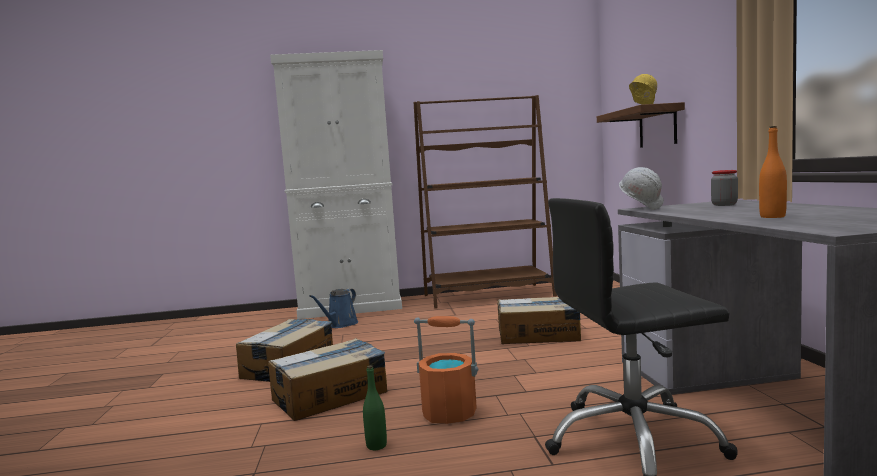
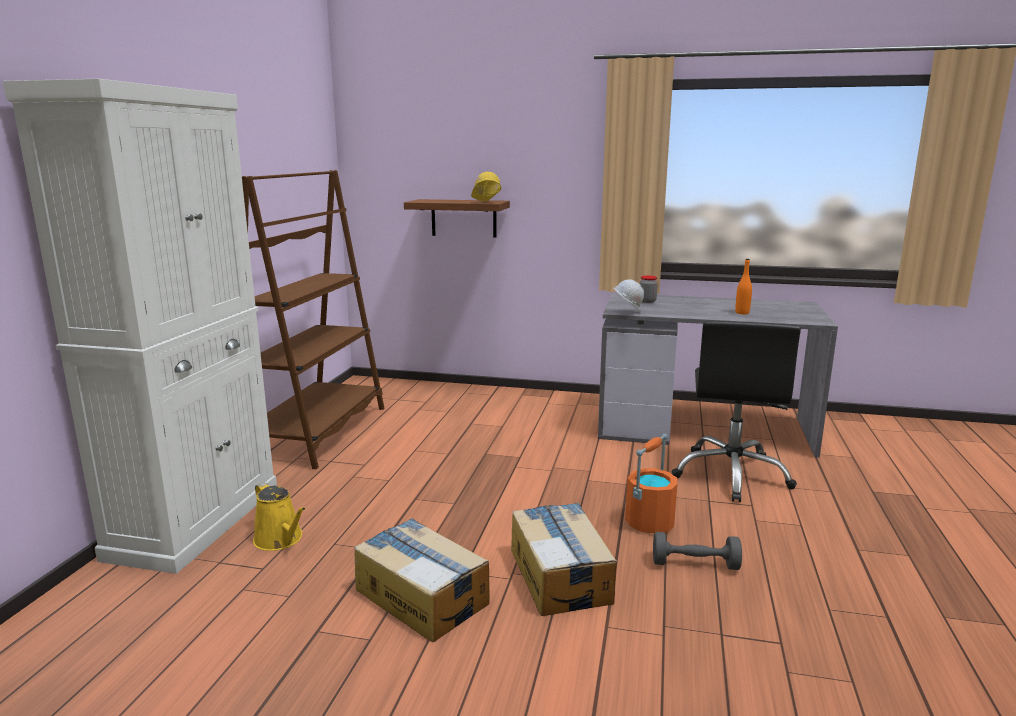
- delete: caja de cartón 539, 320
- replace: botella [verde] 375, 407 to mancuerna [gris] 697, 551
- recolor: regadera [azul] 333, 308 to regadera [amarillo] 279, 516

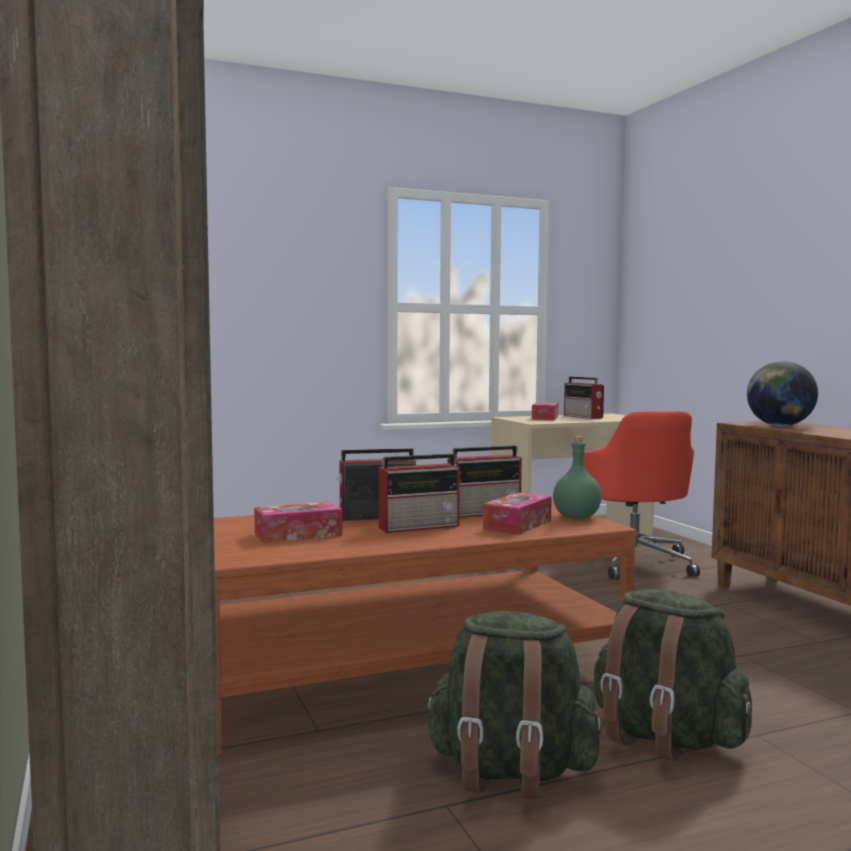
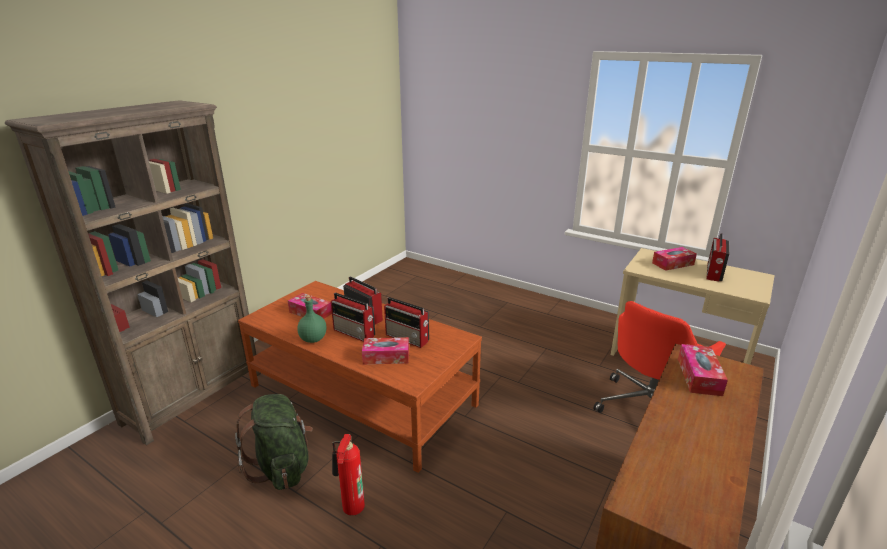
- move: botella [verde] 577, 477 to 311, 319
- replace: mochila [verde] 673, 675 to extintor 348, 475
- replace: globo terráqueo 782, 393 to caja de pañuelos 703, 370

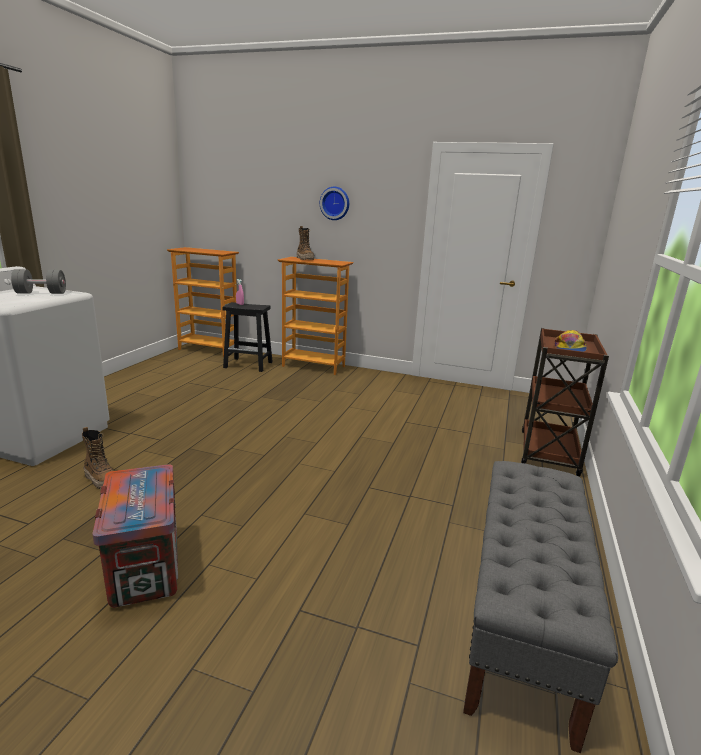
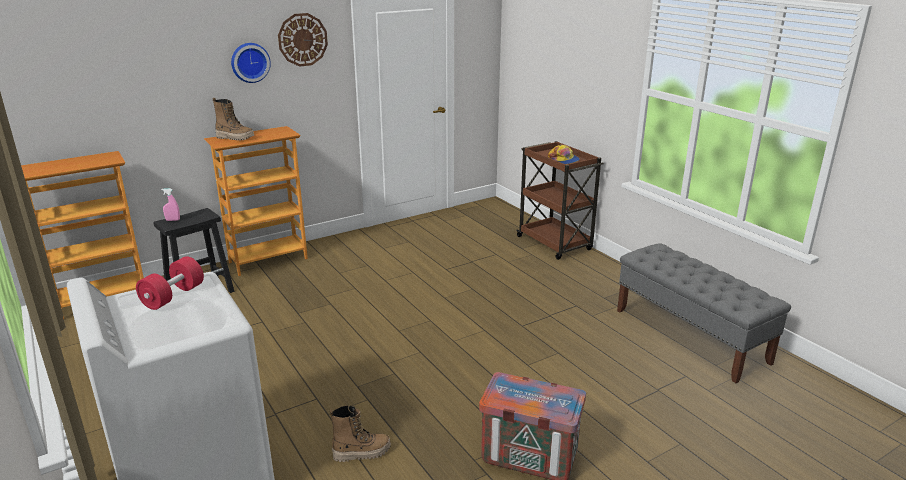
- insert: reloj de pared 303, 40
- recolor: mancuerna [gris] 38, 281 to mancuerna [rojo] 170, 283

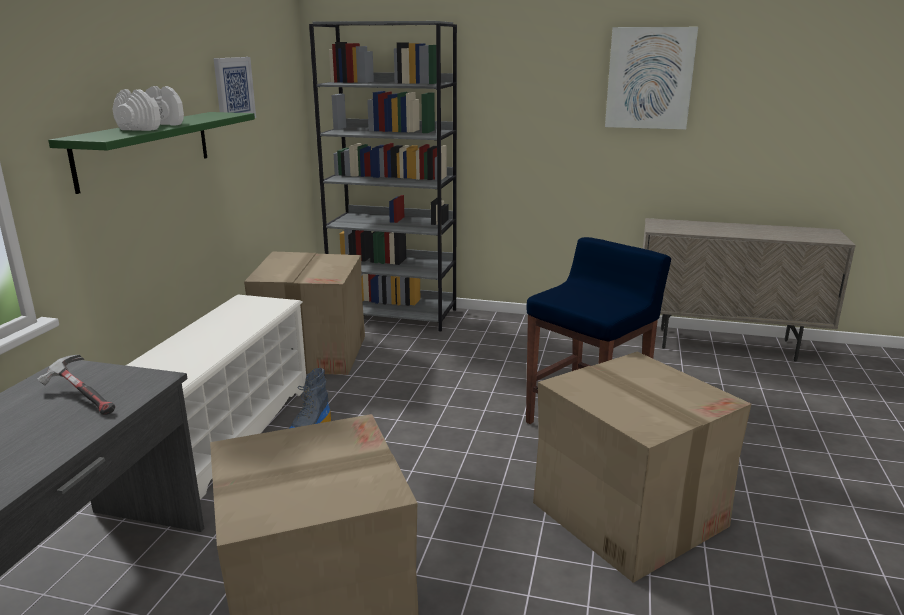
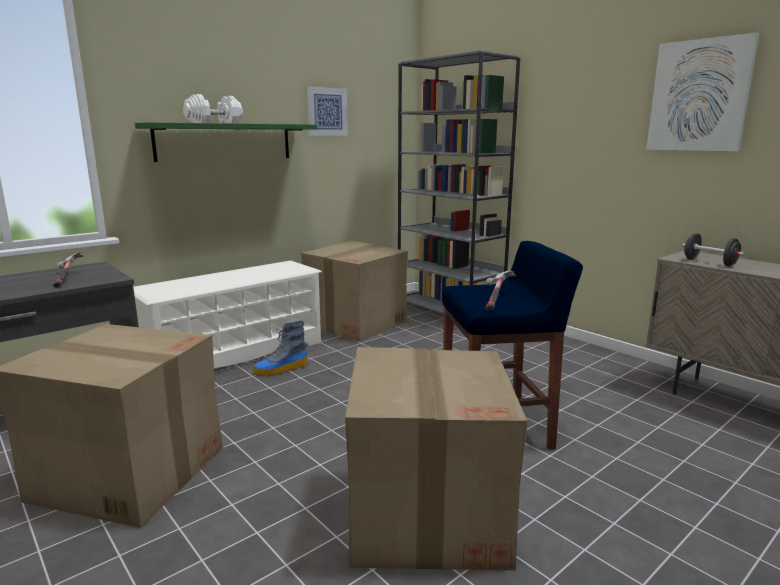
- insert: martillo 500, 291
- insert: mancuerna [negro] 713, 250

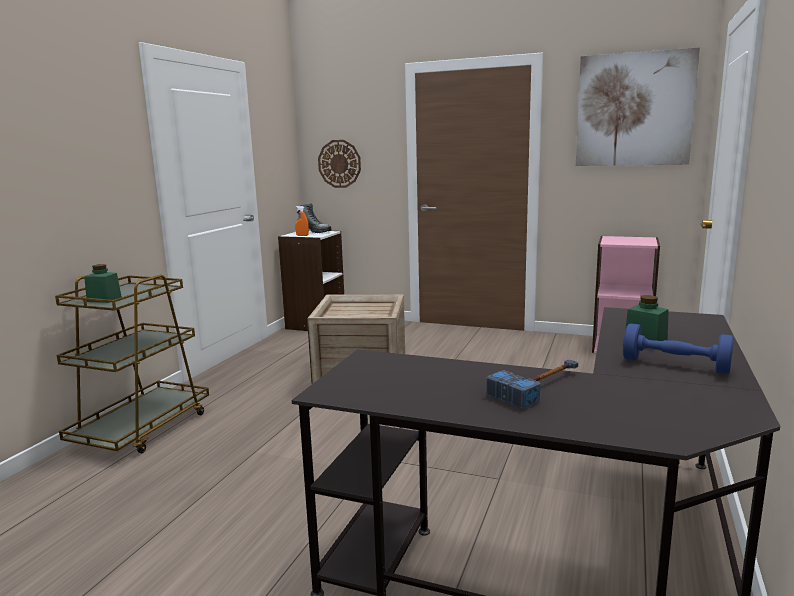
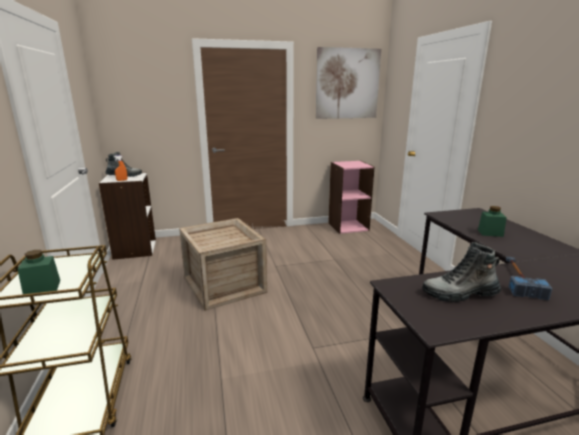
- delete: reloj de pared 339, 164
- delete: mancuerna [azul] 678, 348
- insert: bota 462, 272

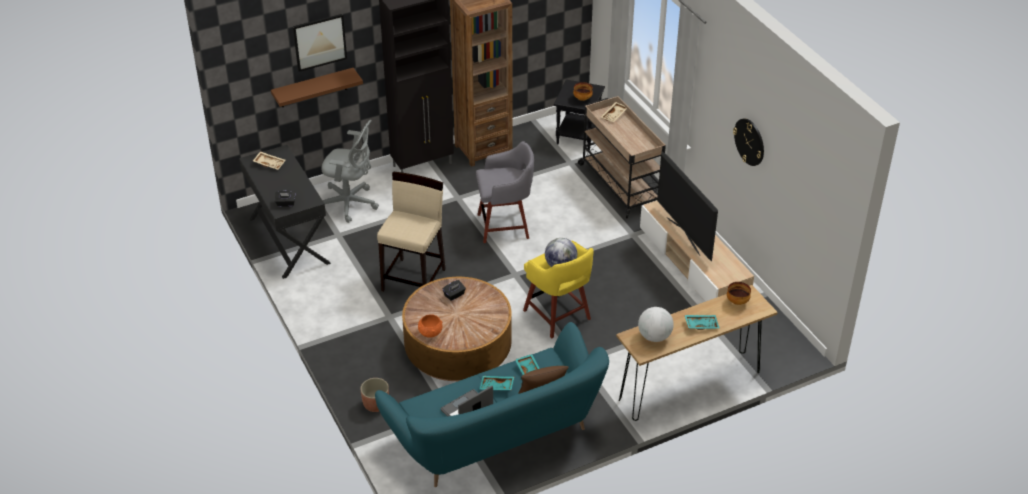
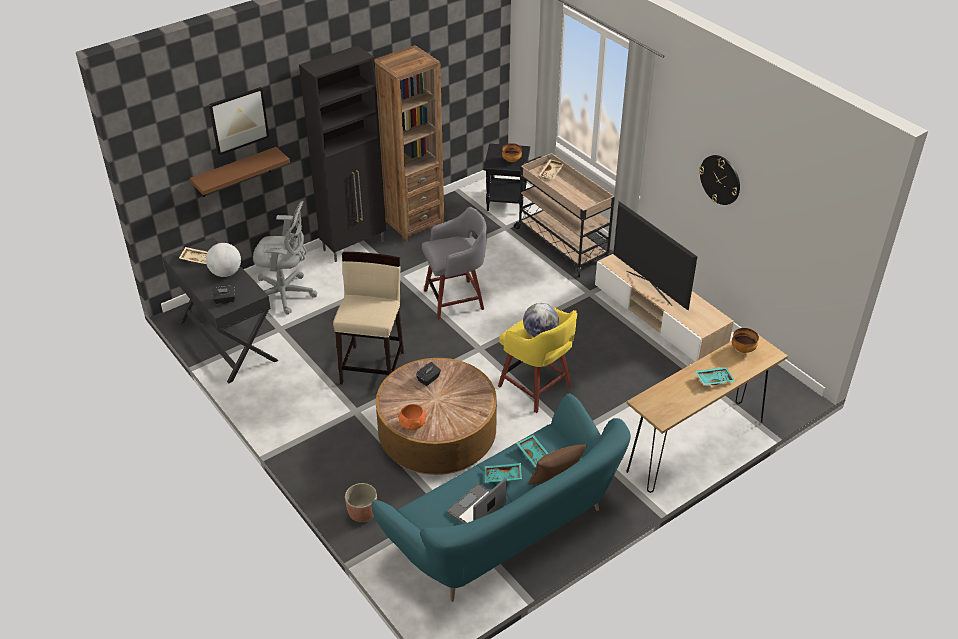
- move: globo terráqueo 656, 324 to 223, 260

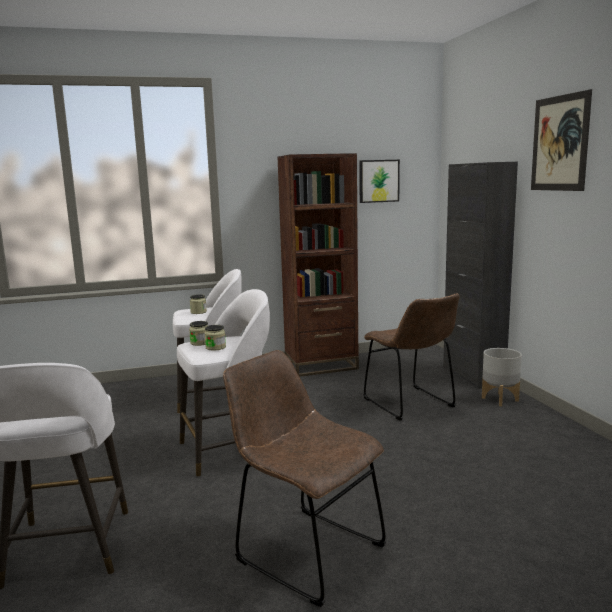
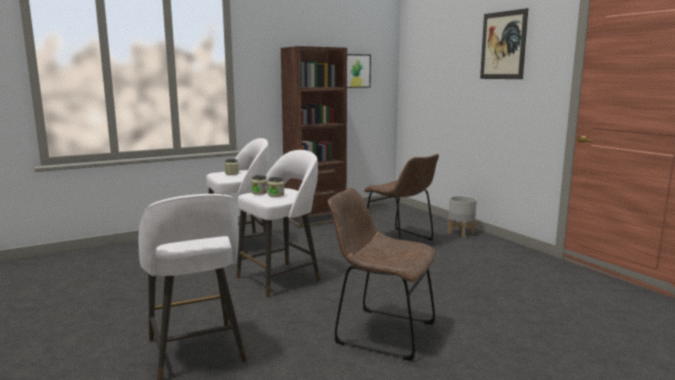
- delete: armario [negro] 480, 275

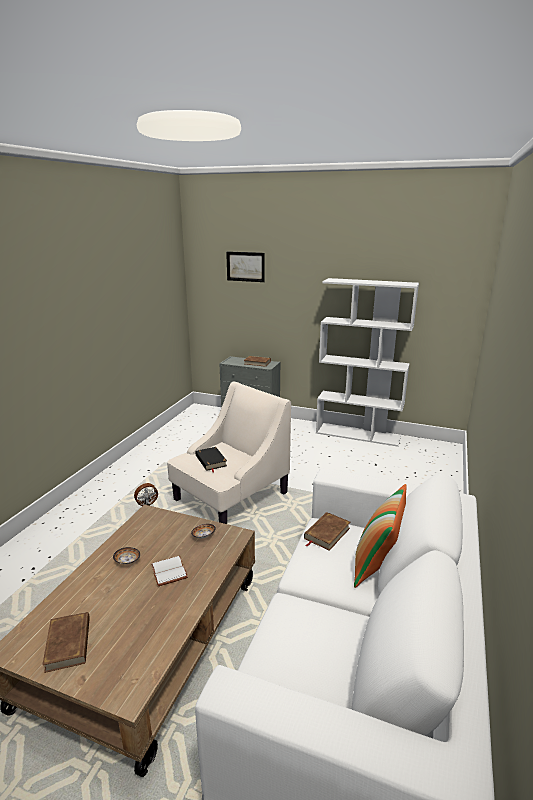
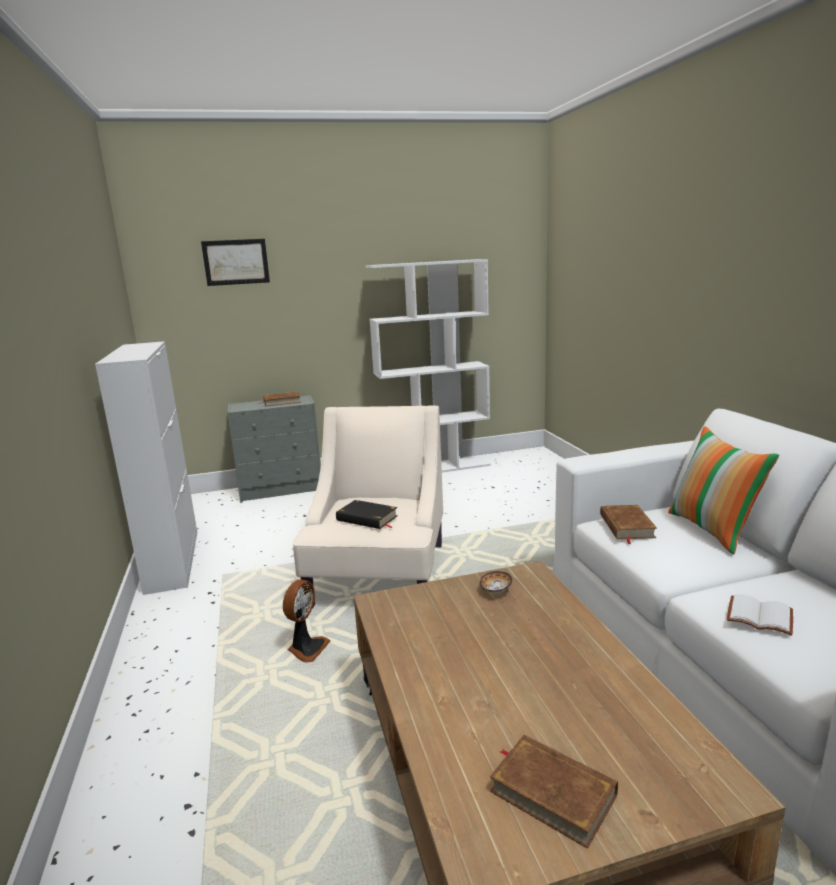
- delete: cuenco 126, 555
- insert: armario [blanco] 146, 468
- move: libro [blanco] 169, 571 to 760, 615

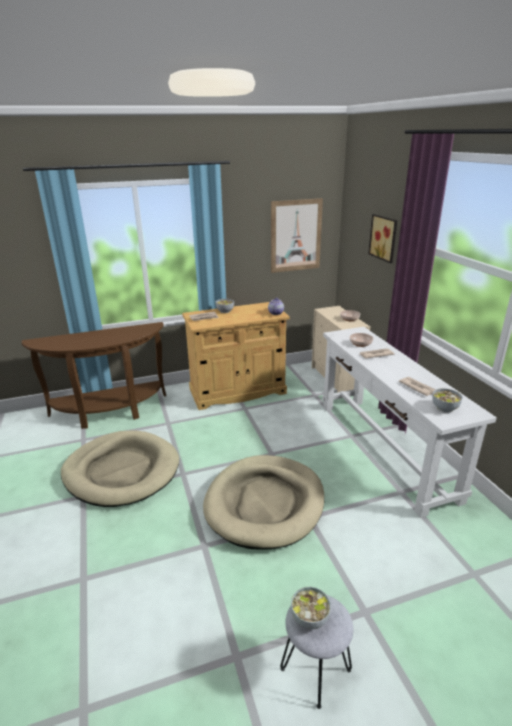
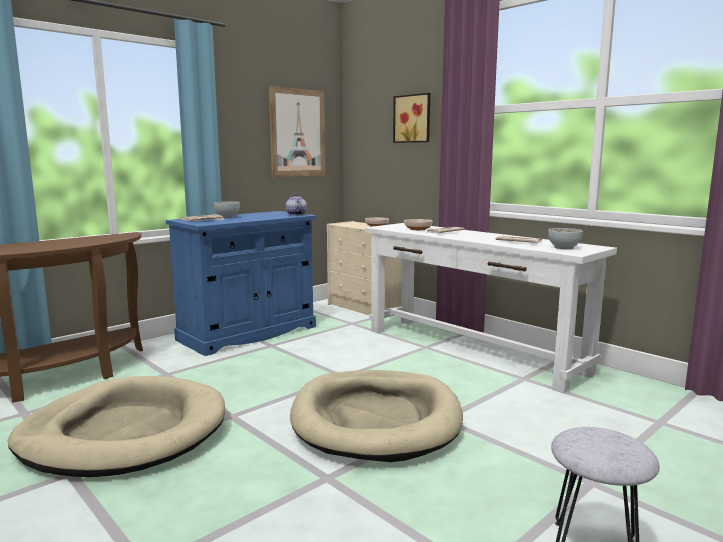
- delete: cuenco 311, 608
- recolor: armario [beis] 236, 356 to armario [azul] 241, 283

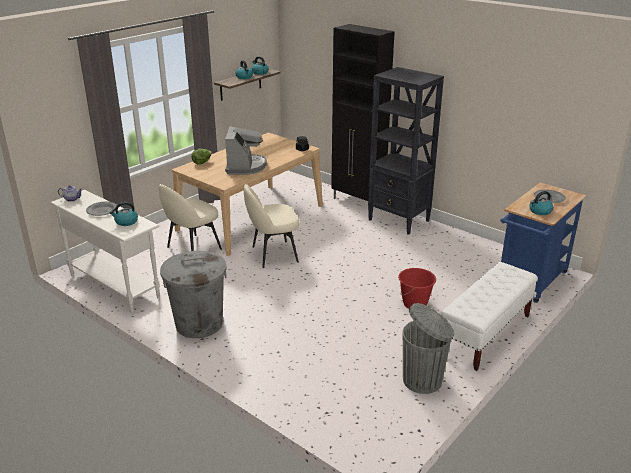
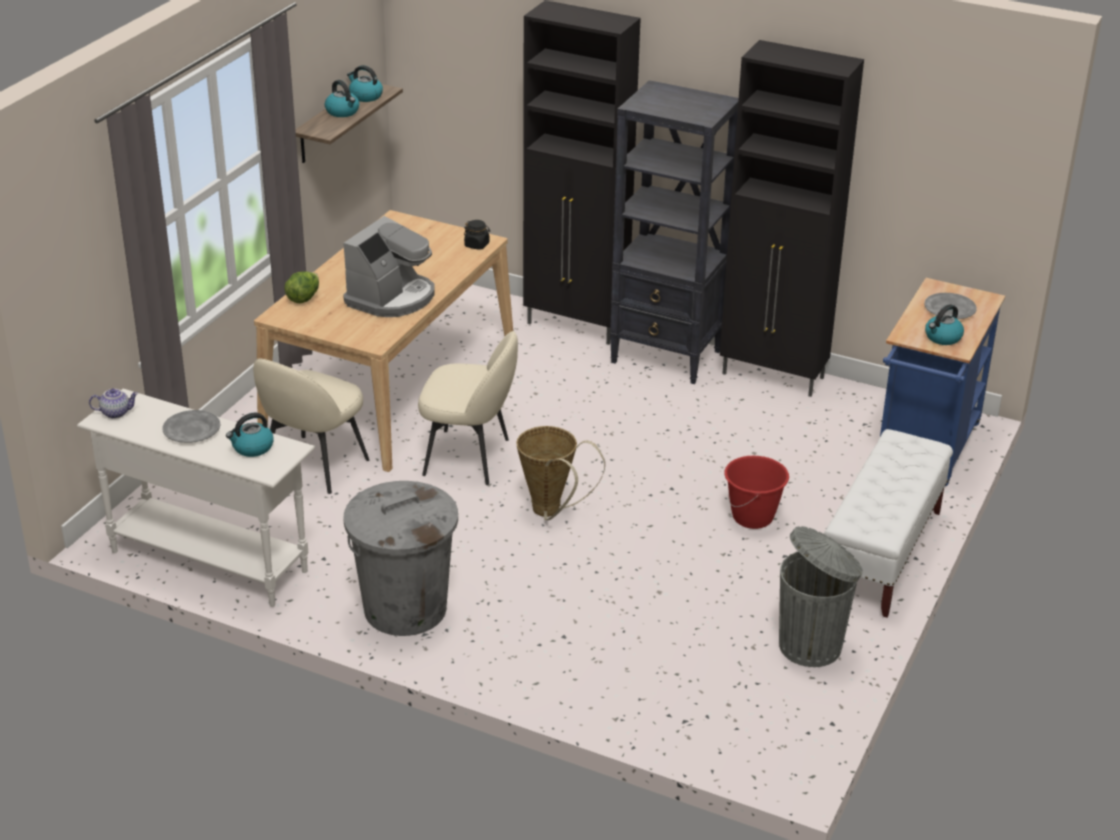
- insert: cesta 560, 473
- insert: armario [negro] 792, 218
- rotate: cafetera 246, 150 = 389, 266 45 degrees clockwise
- rotate: silla [beis] 271, 226 = 468, 408 135 degrees counterclockwise

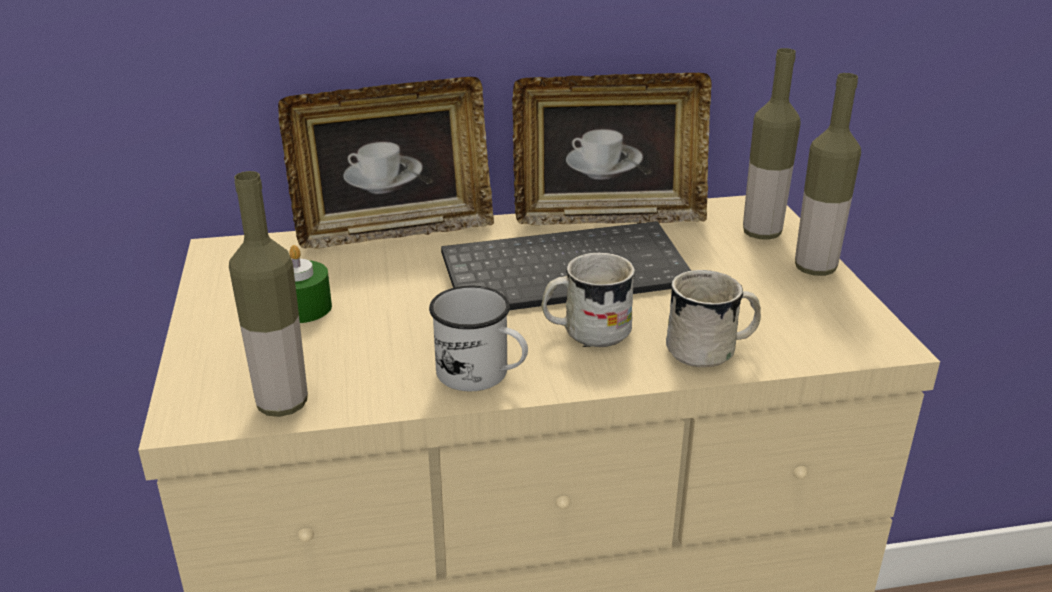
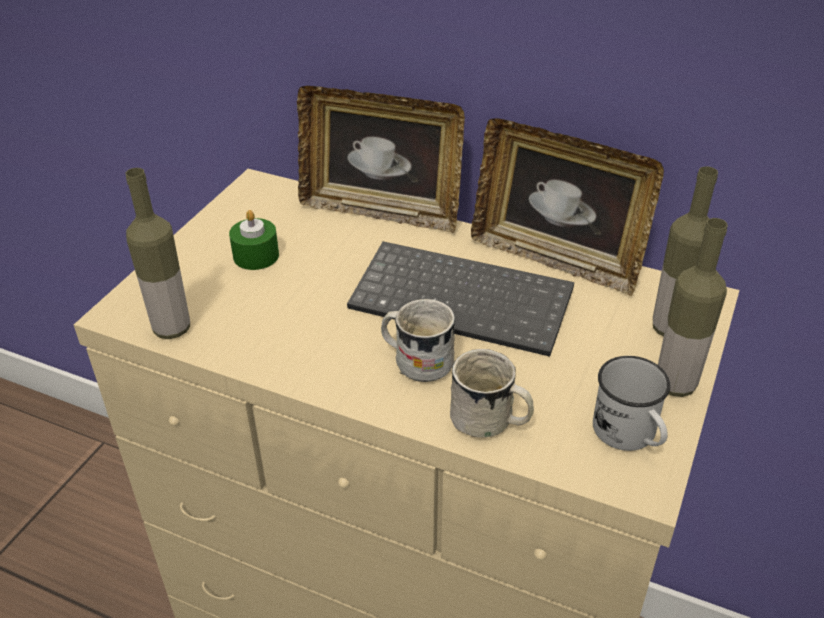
- move: taza grande [blanco] 478, 338 to 632, 403

